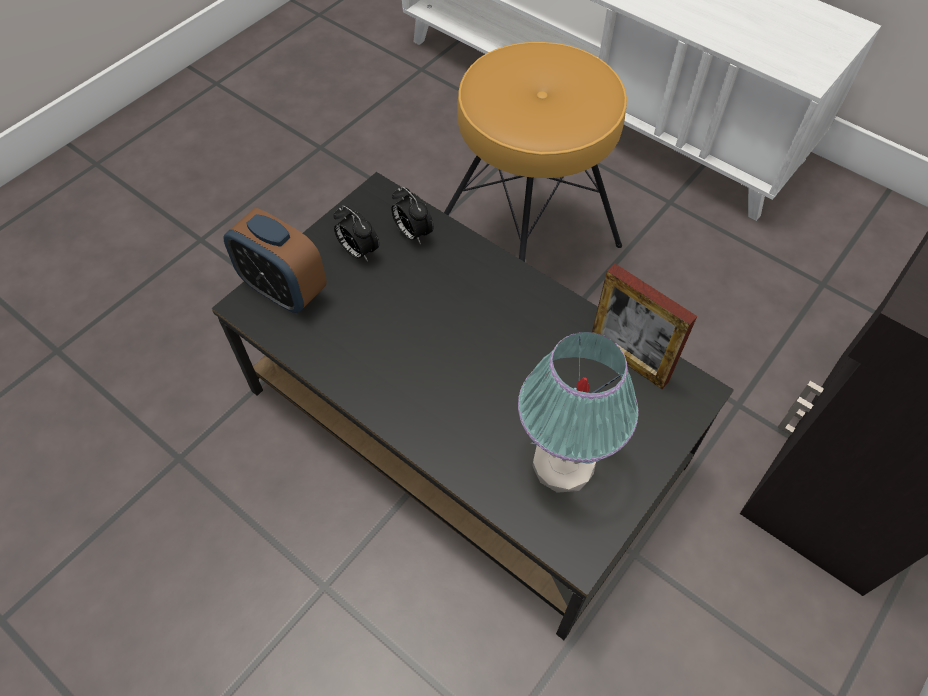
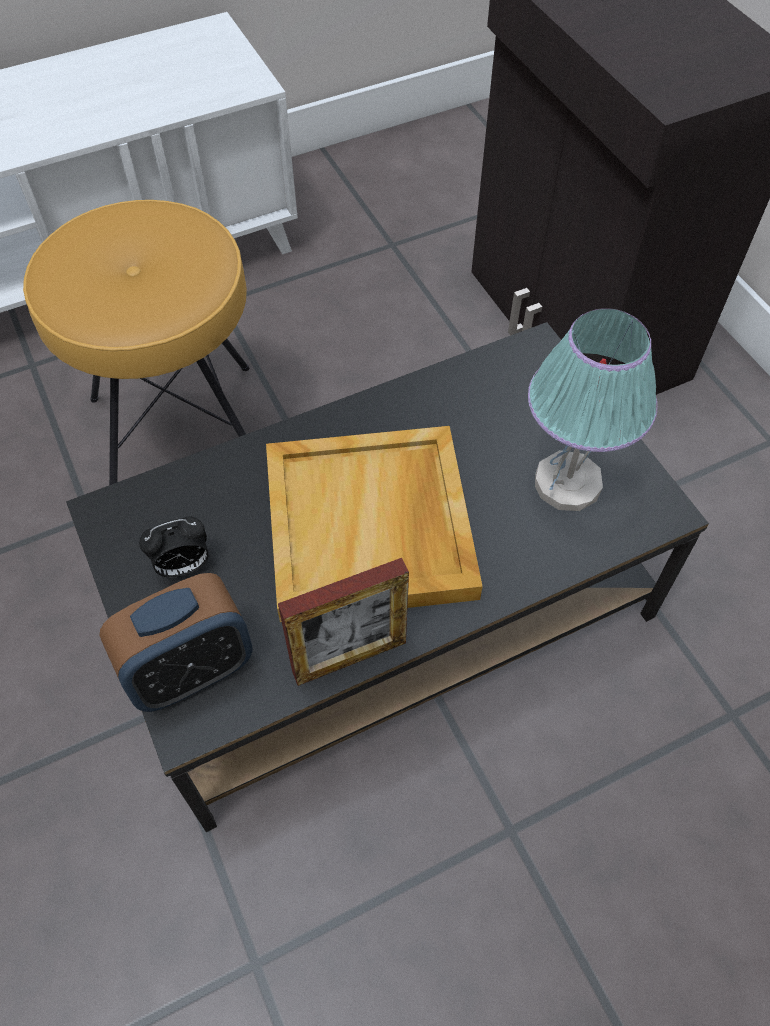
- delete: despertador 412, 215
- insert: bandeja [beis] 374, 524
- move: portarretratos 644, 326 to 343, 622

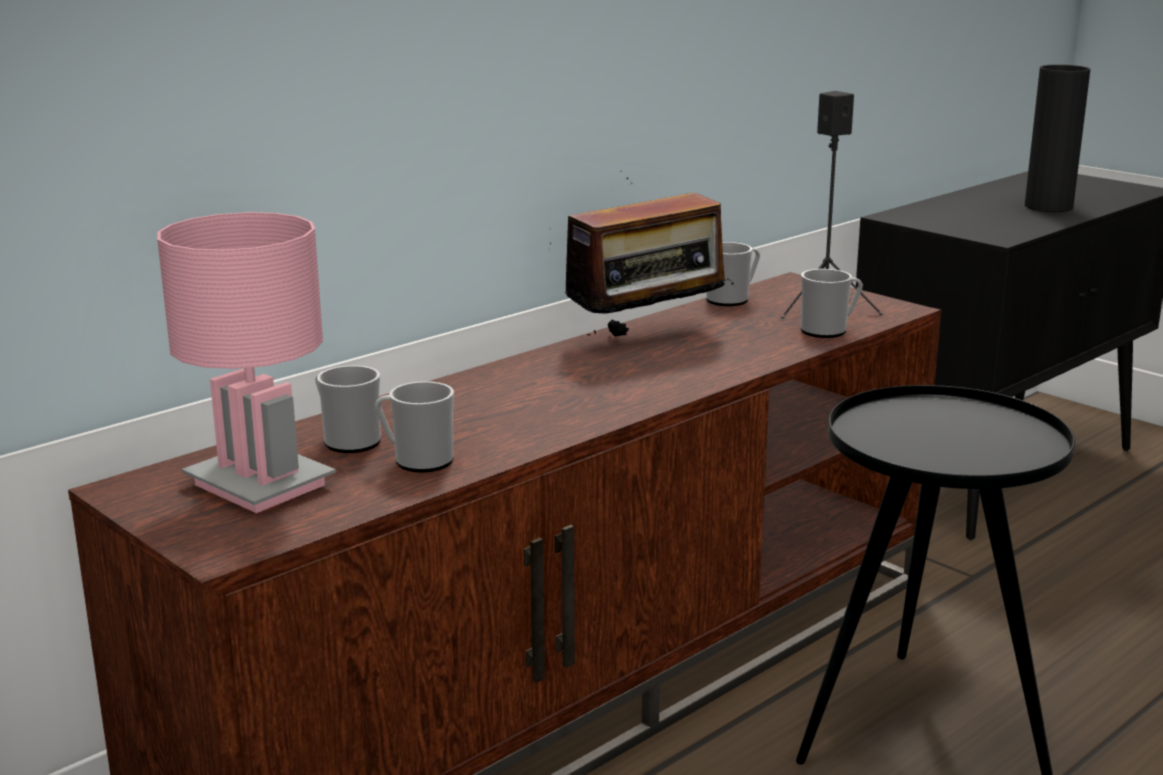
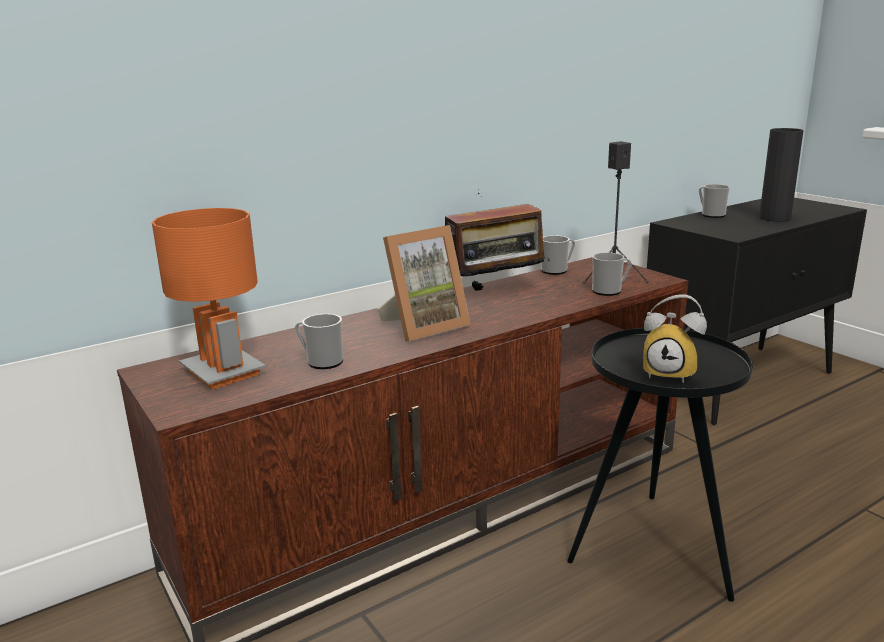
- insert: portarretratos 424, 283
- insert: despertador 675, 338
- move: taza grande 348, 409 to 714, 201
- recolor: lámpara de mesa [rosa] 246, 362 to lámpara de mesa [naranja] 209, 298

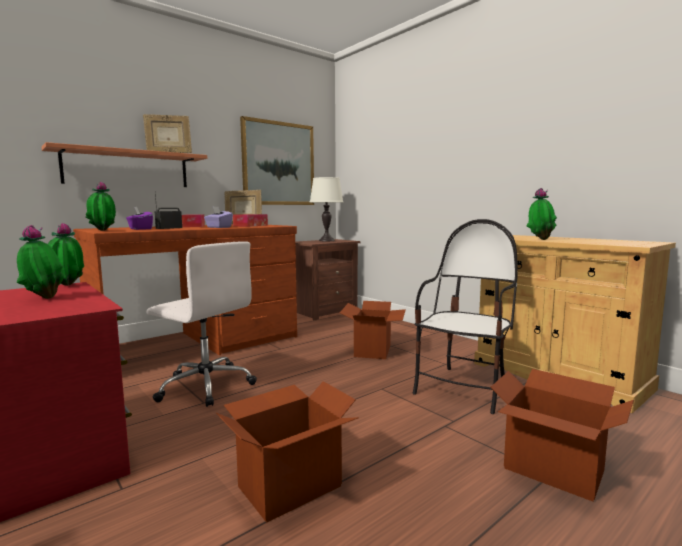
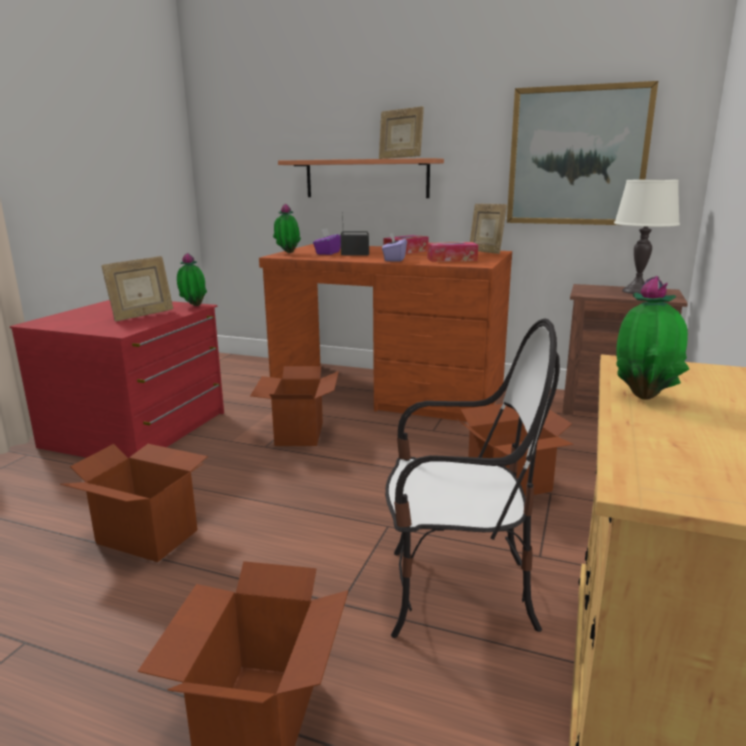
- replace: planta en maceta 40, 262 to portarretratos 137, 288
- replace: silla de oficina [blanco] 202, 324 to caja de cartón 294, 406

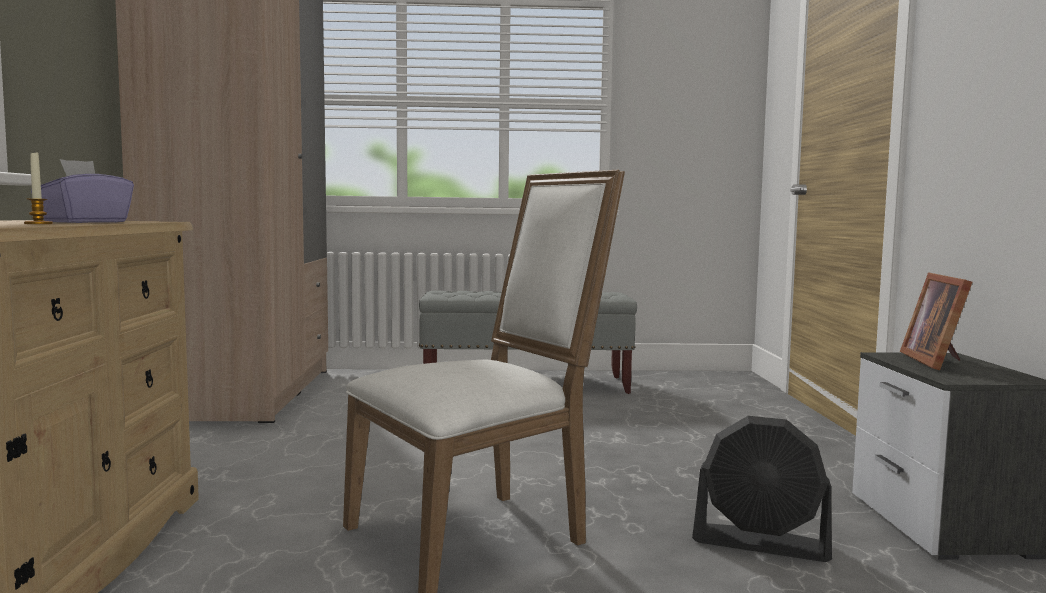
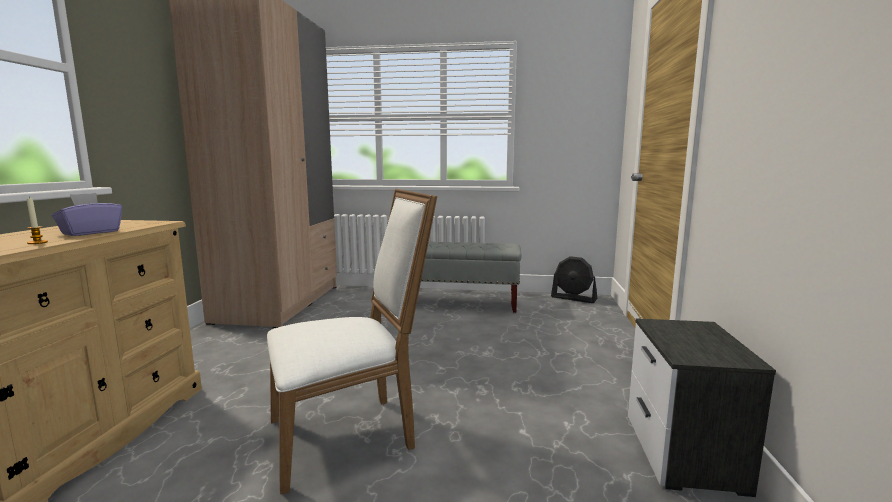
- delete: portarretratos 936, 321
- move: ventilador [negro] 762, 489 to 574, 279

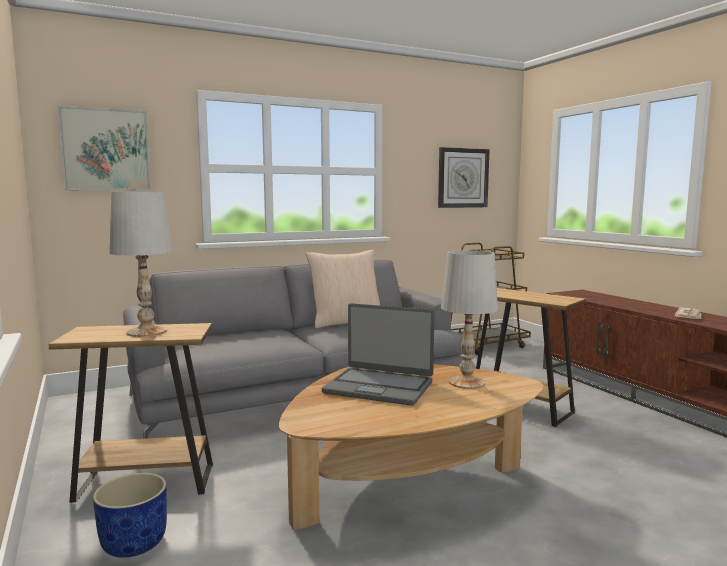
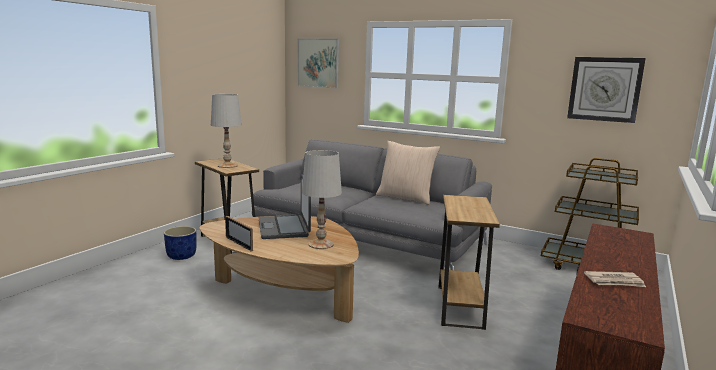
- insert: portarretratos 239, 234

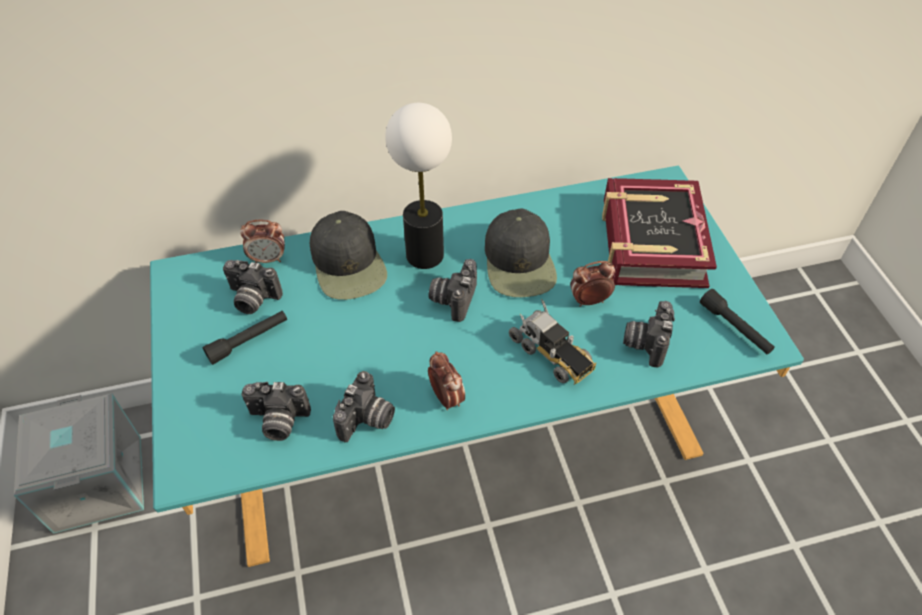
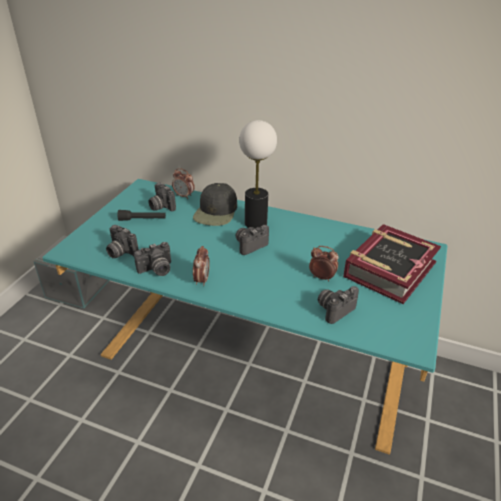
- delete: gorra [negro] 521, 253
- delete: camión de juguete 552, 342
- delete: linterna [negro] 737, 321

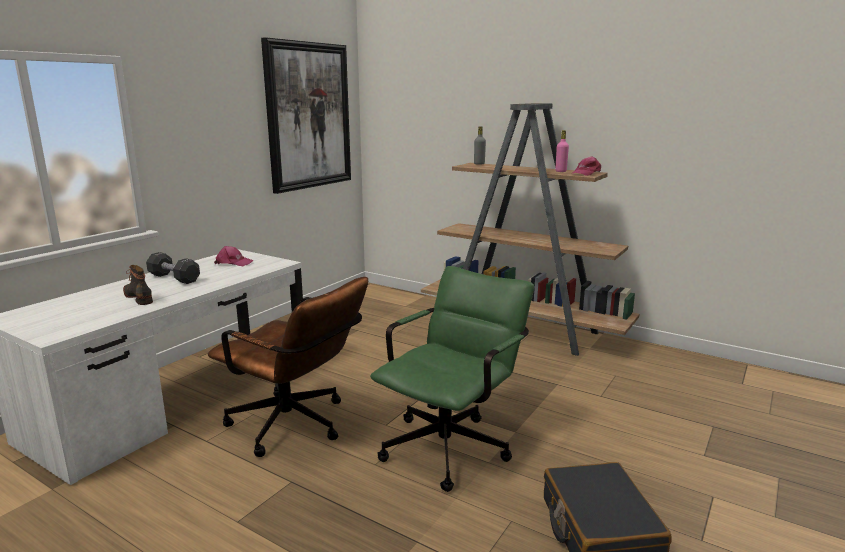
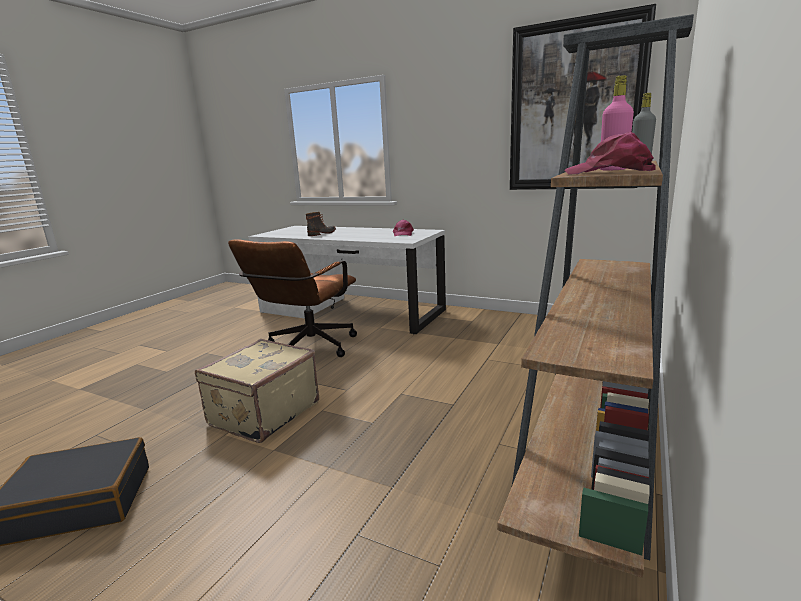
- delete: mancuerna [negro] 173, 268
- replace: silla de oficina [verde] 452, 379 to maleta [beis] 257, 391

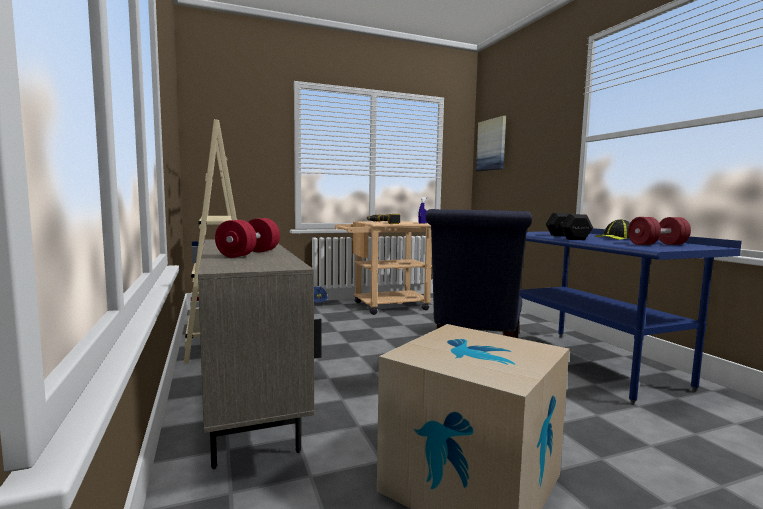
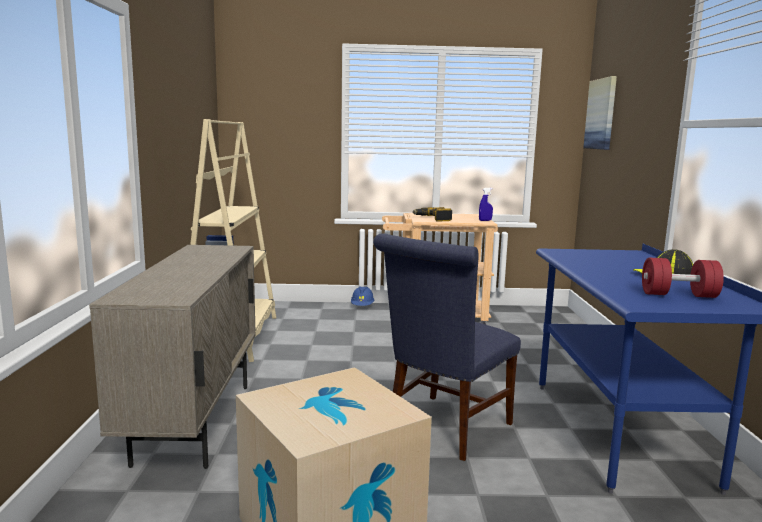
- delete: mancuerna [rojo] 247, 238
- delete: mancuerna [negro] 569, 226

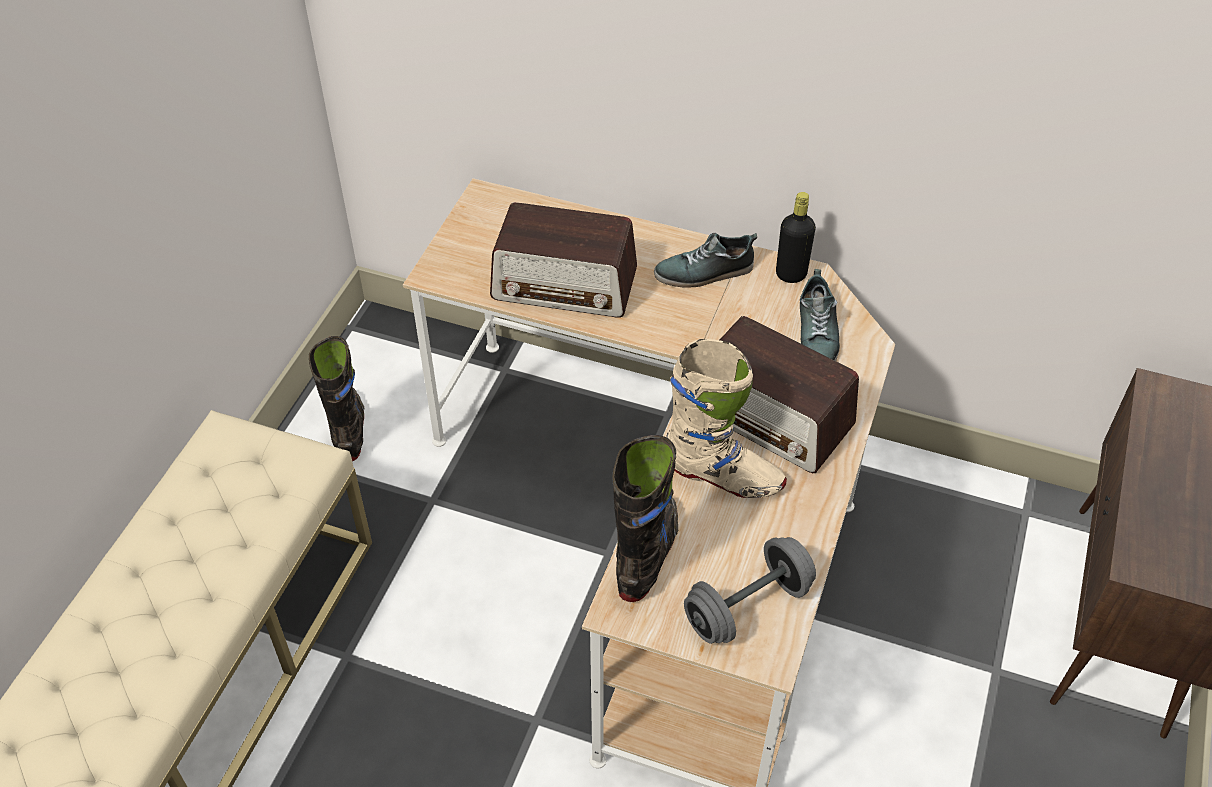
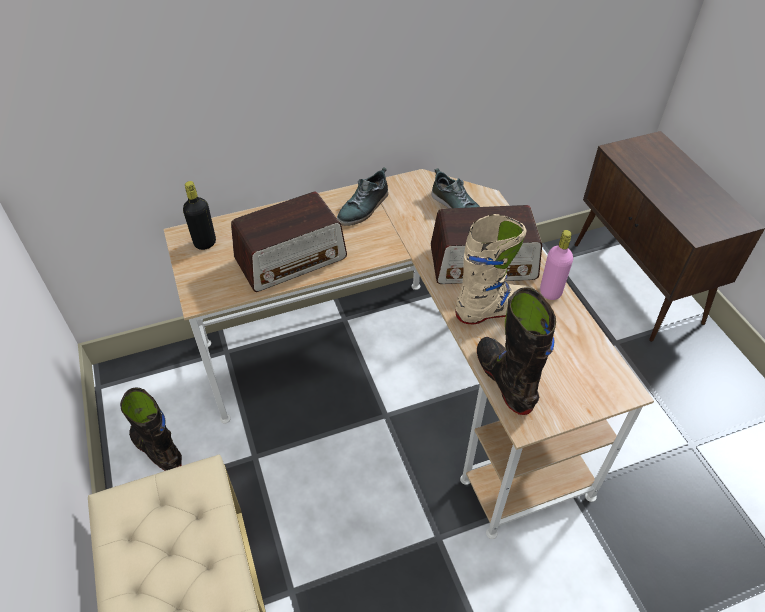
- delete: mancuerna [gris] 750, 590
- insert: botella [rosa] 556, 265
- move: botella [negro] 796, 237 to 199, 215

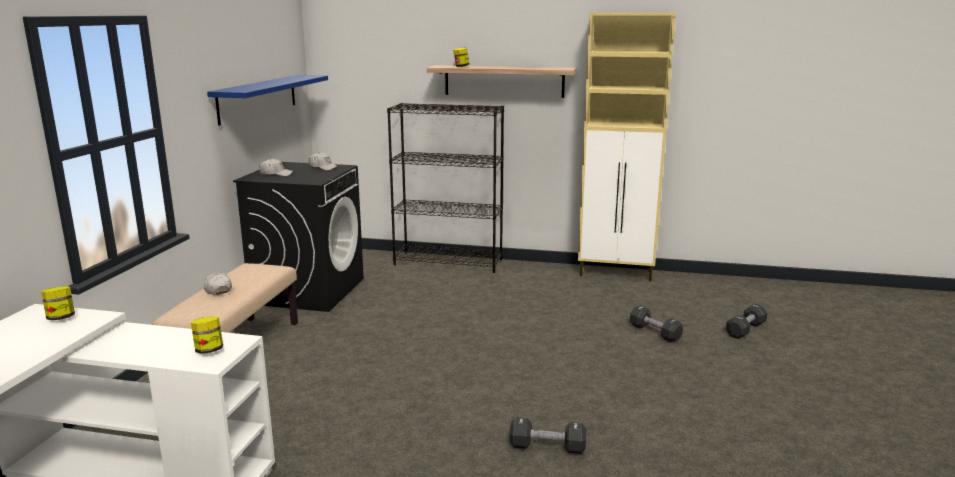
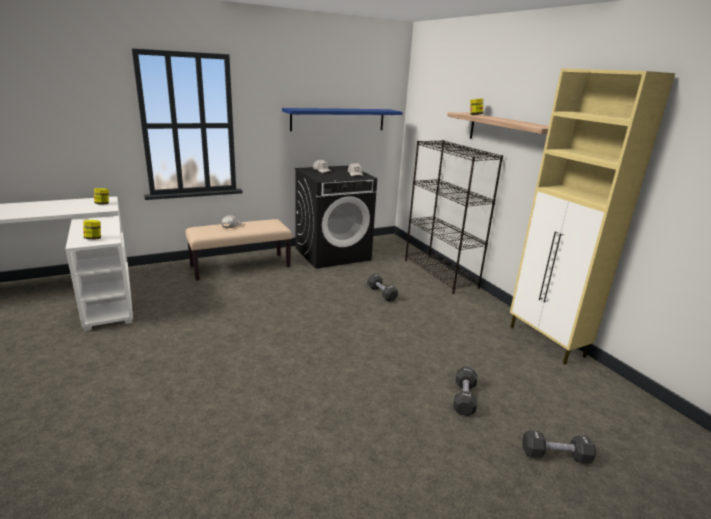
- move: mancuerna [negro] 547, 435 to 382, 288

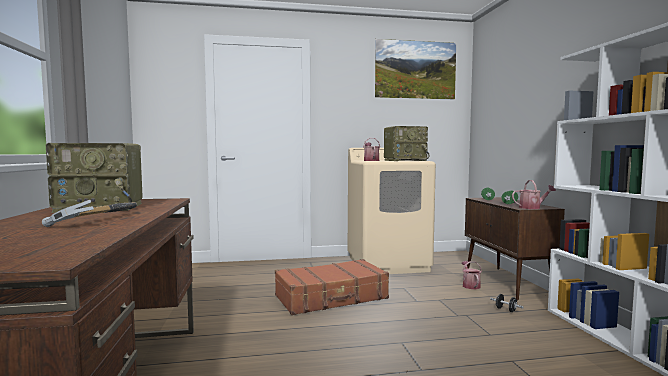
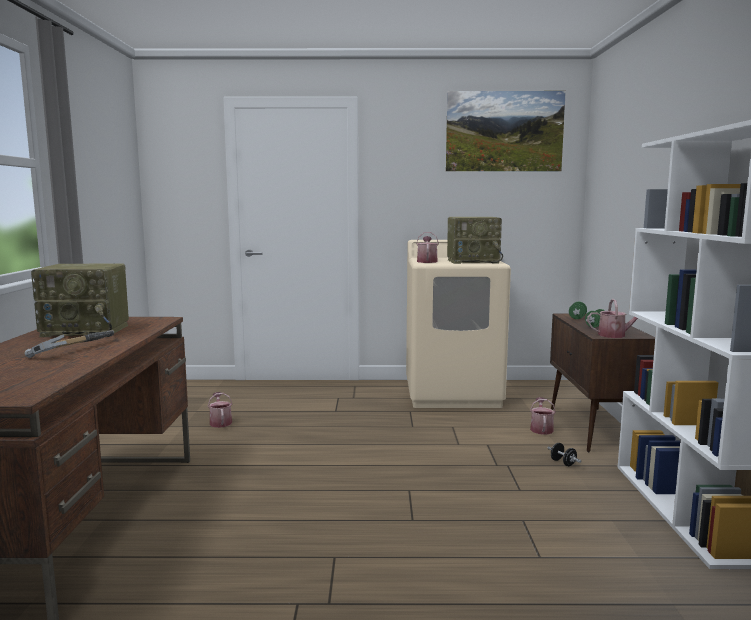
- delete: maleta [marrón] 332, 287
- insert: regadera 220, 410

